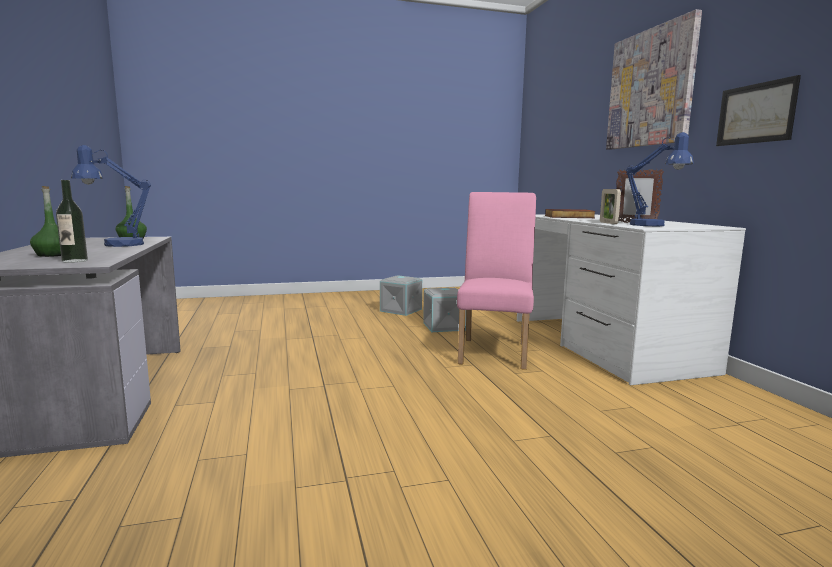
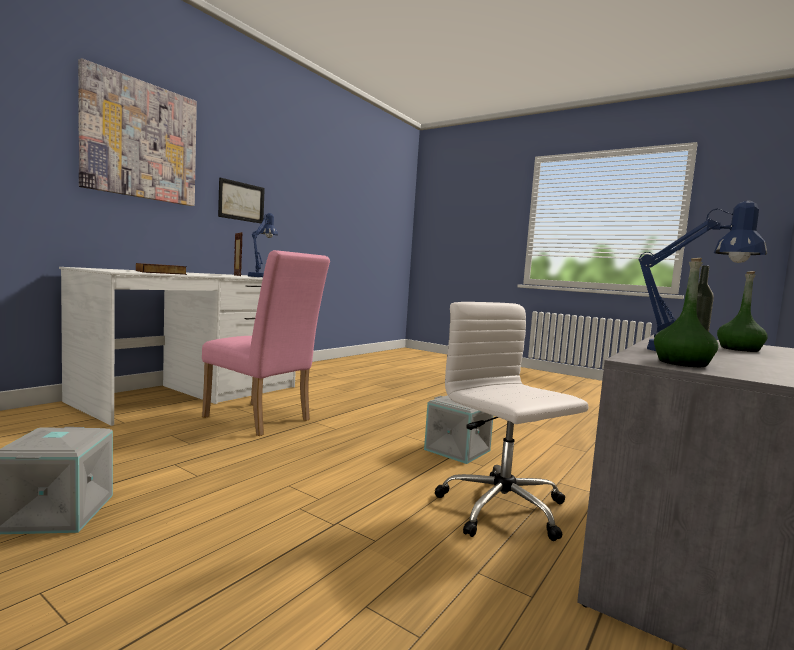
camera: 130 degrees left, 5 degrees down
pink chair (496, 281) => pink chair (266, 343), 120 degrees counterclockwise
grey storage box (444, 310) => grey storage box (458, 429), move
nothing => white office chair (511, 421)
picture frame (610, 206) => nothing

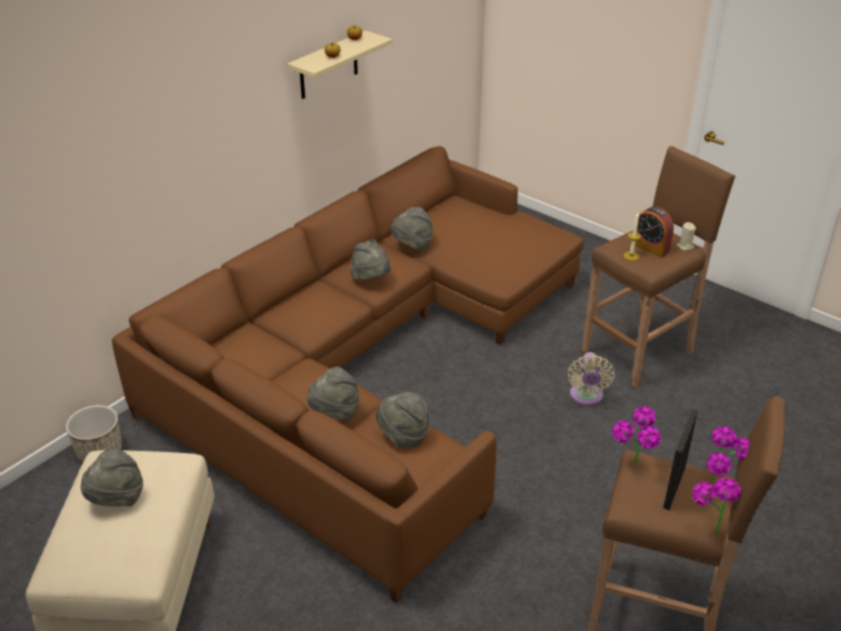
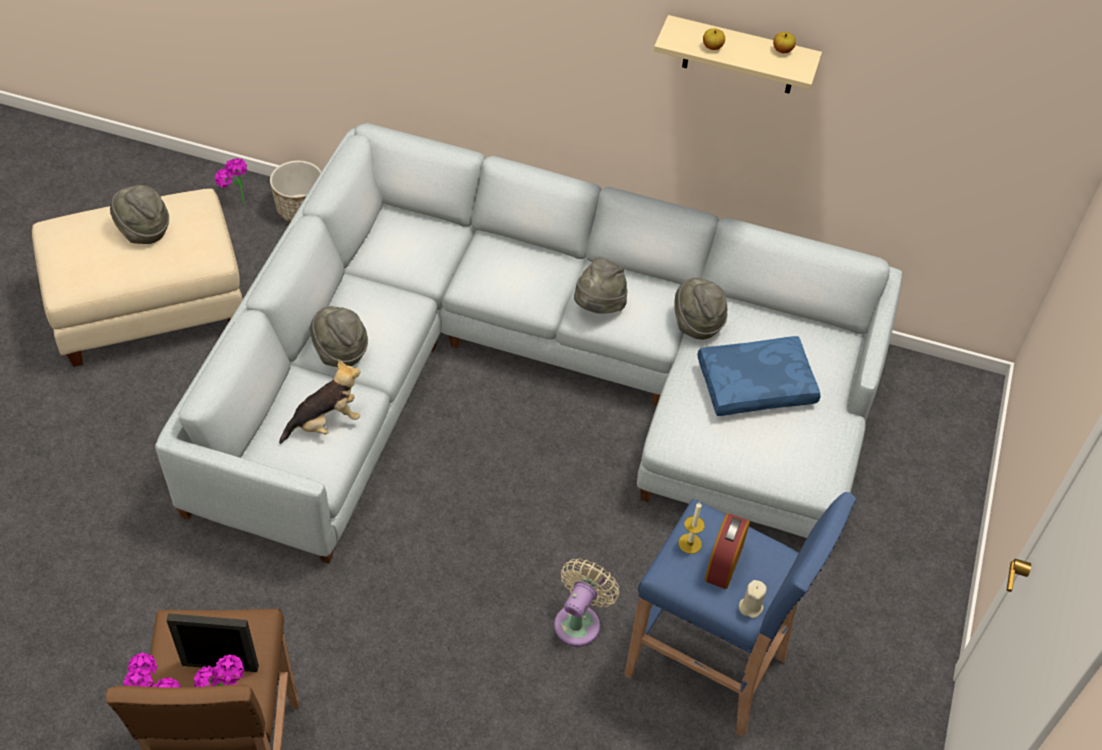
camera: 65 degrees right, 15 degrees up
brown sofa (348, 375) => grey sofa (528, 343)
potted plant (636, 434) => potted plant (230, 181), move
grey hat (403, 420) => plush toy (319, 401)
beige fan (591, 379) => beige fan (586, 603), 135 degrees clockwise
brown stool (658, 267) => blue stool (740, 615)
nothing => blue pillow (759, 376)

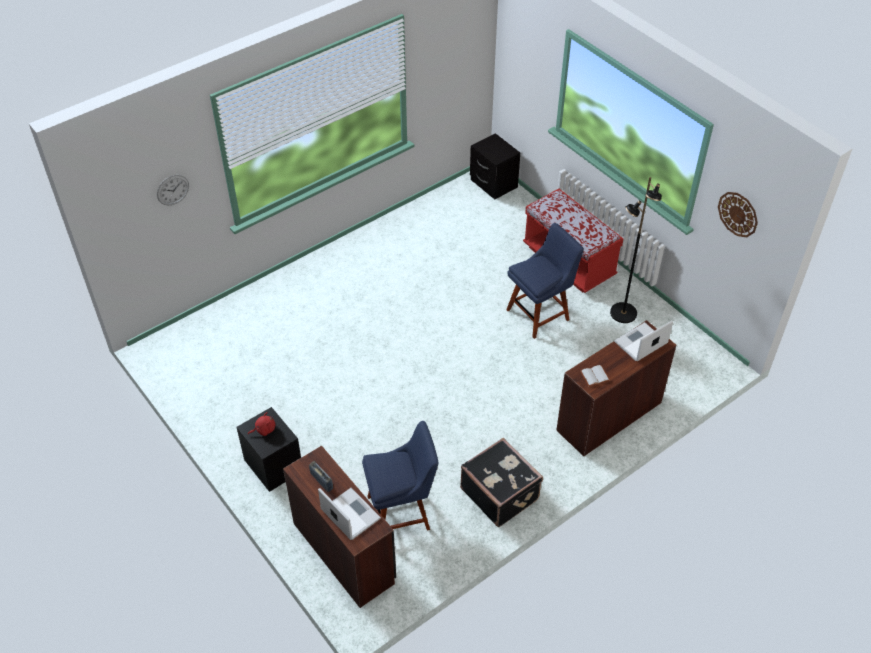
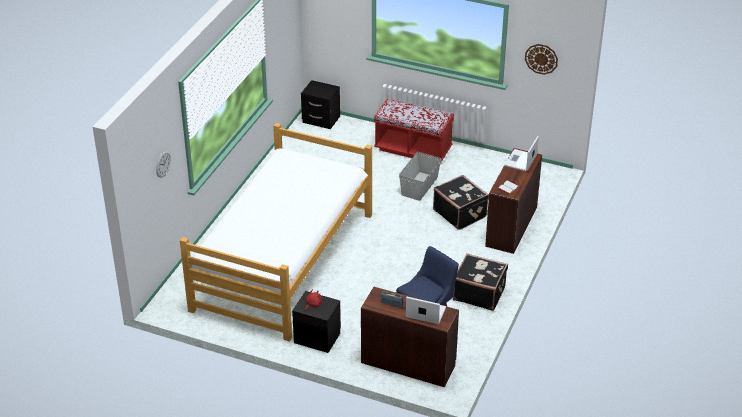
camera: 30 degrees left, 10 degrees down
nothing => bed (276, 232)
blue chair (545, 281) => grey storage box (420, 176)
nothing => black suitcase (461, 202)
black floor lamp (636, 250) => nothing

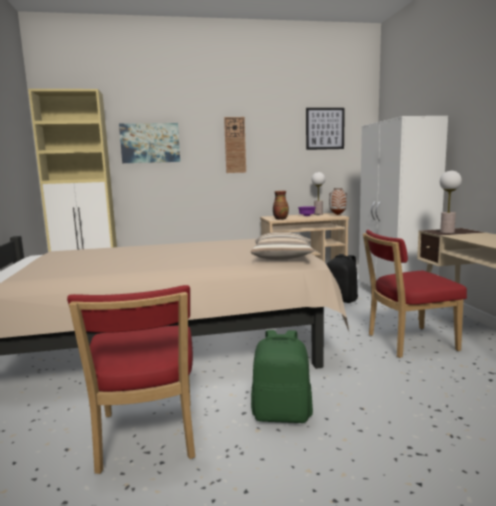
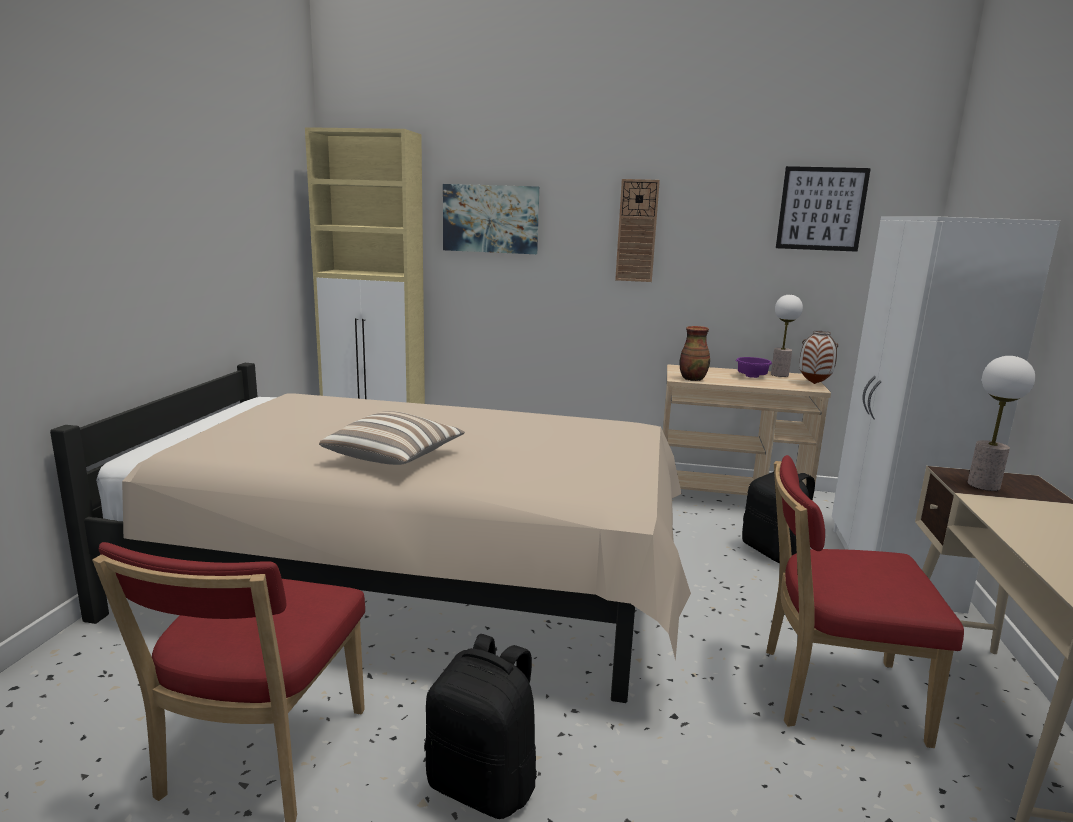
camera: 20 degrees right, 5 degrees up
pillow (282, 246) => pillow (392, 438), move
green backpack (282, 376) => black backpack (480, 726)

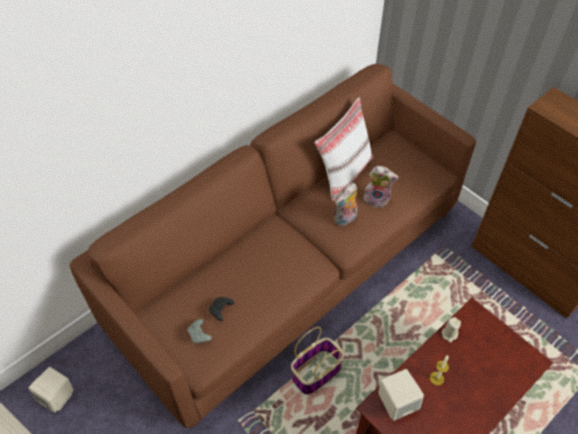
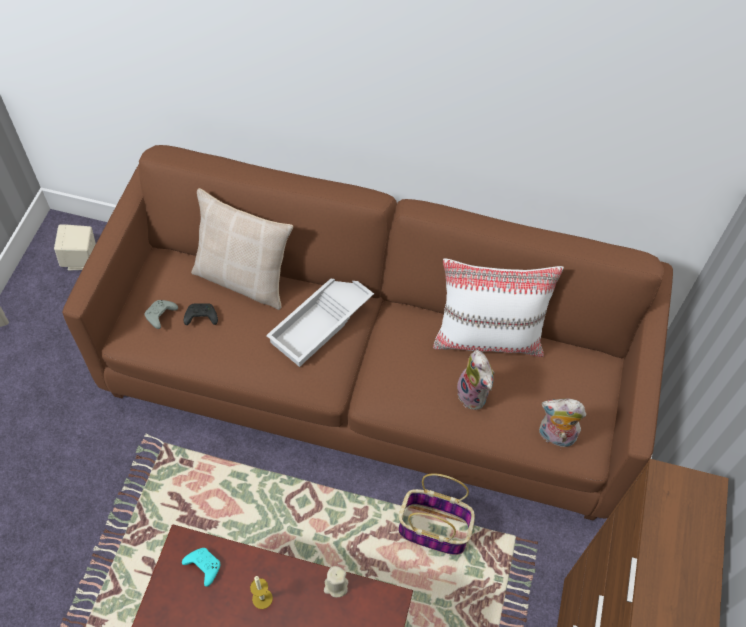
camera: 55 degrees right, 5 degrees up
beige speaker (401, 395) => turquoise game controller (201, 567)
nothing => beige pillow (242, 249)
nothing => white tray (320, 323)
basket (317, 361) => basket (436, 514), move
plush toy (346, 204) => plush toy (562, 423), move

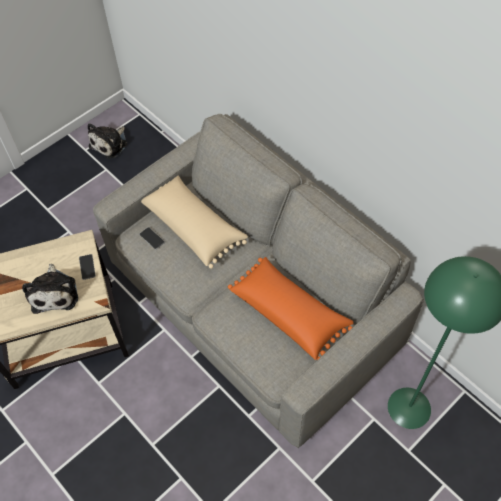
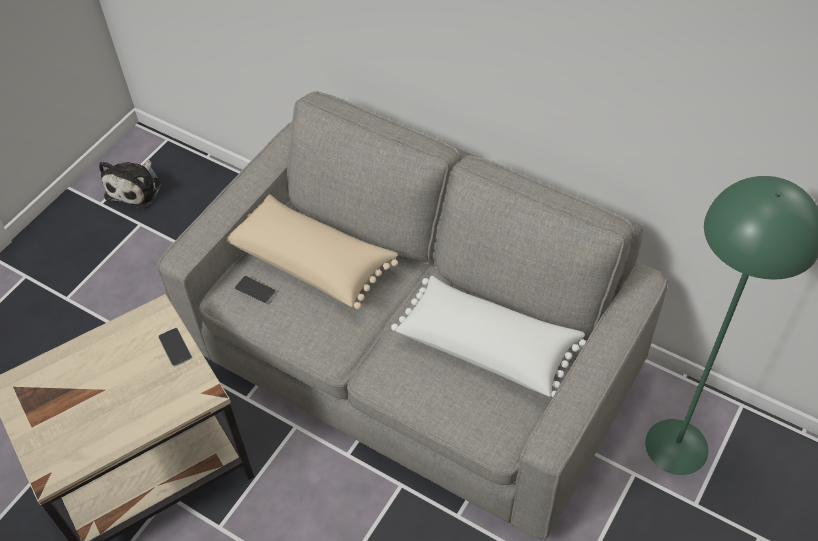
camera: 15 degrees left, 5 degrees down
orange pillow (290, 308) => white pillow (488, 336)
plush toy (50, 289) => nothing

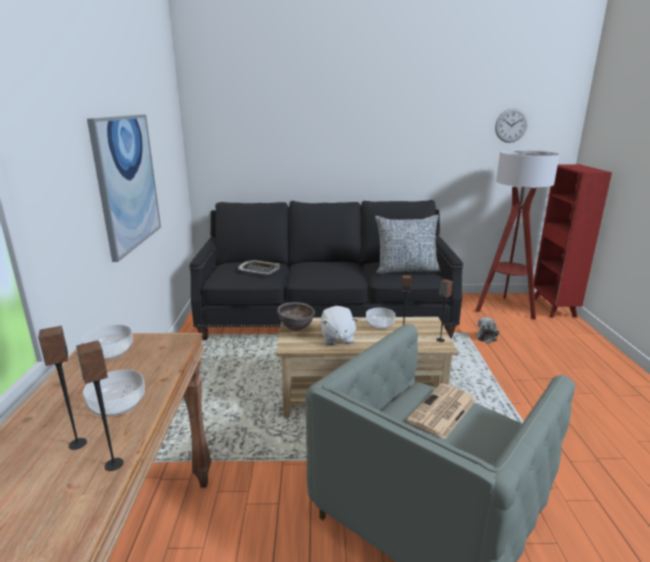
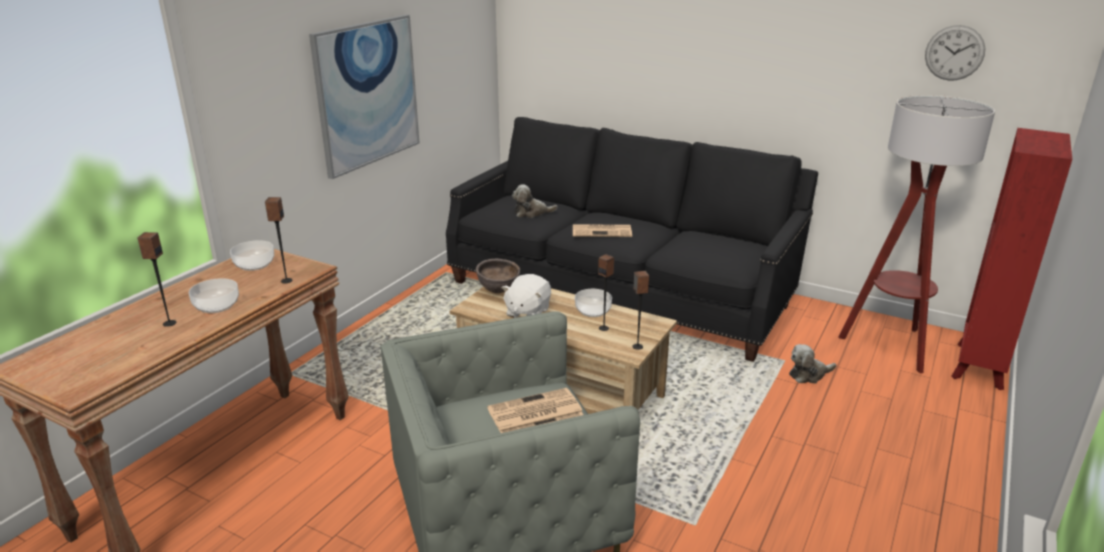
camera: 30 degrees right, 5 degrees up
speaker (99, 405) => speaker (279, 240), move
tray (259, 267) => plush toy (535, 201)
nothing => newspaper (602, 230)
pillow (407, 244) => nothing

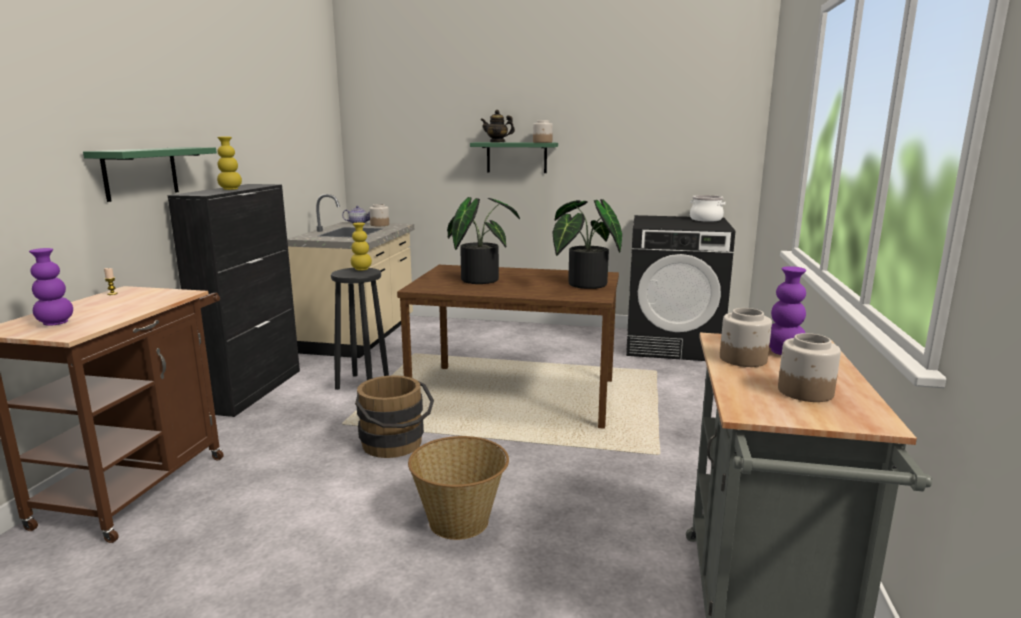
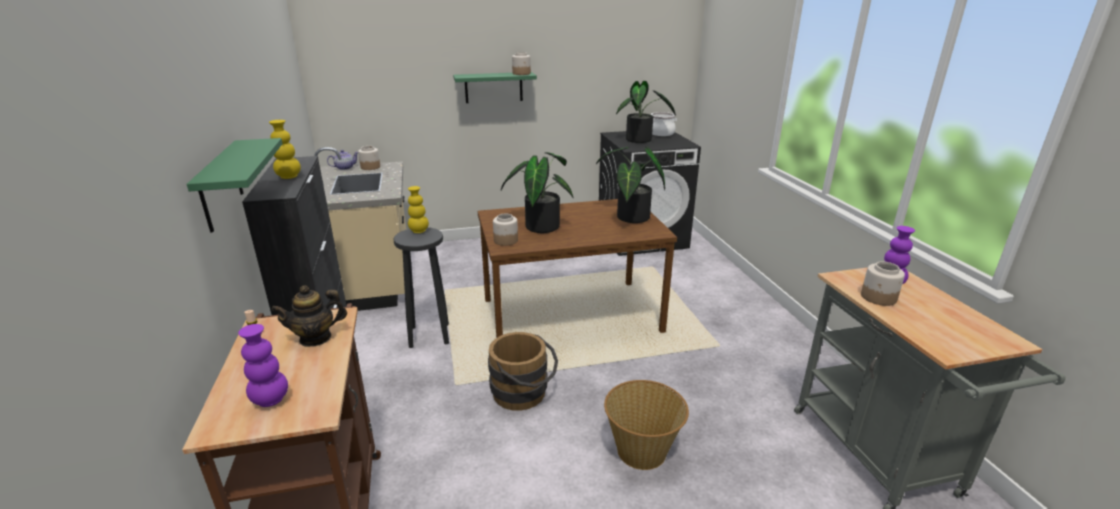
camera: 25 degrees left, 10 degrees up
teapot (498, 126) => teapot (309, 316), move
jar (809, 367) => jar (505, 229), move
nothing => potted plant (646, 112)

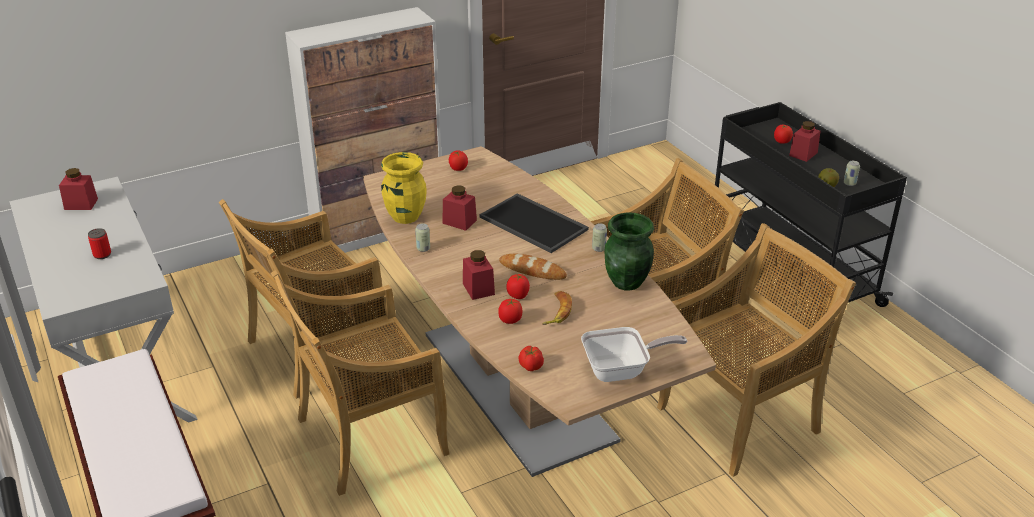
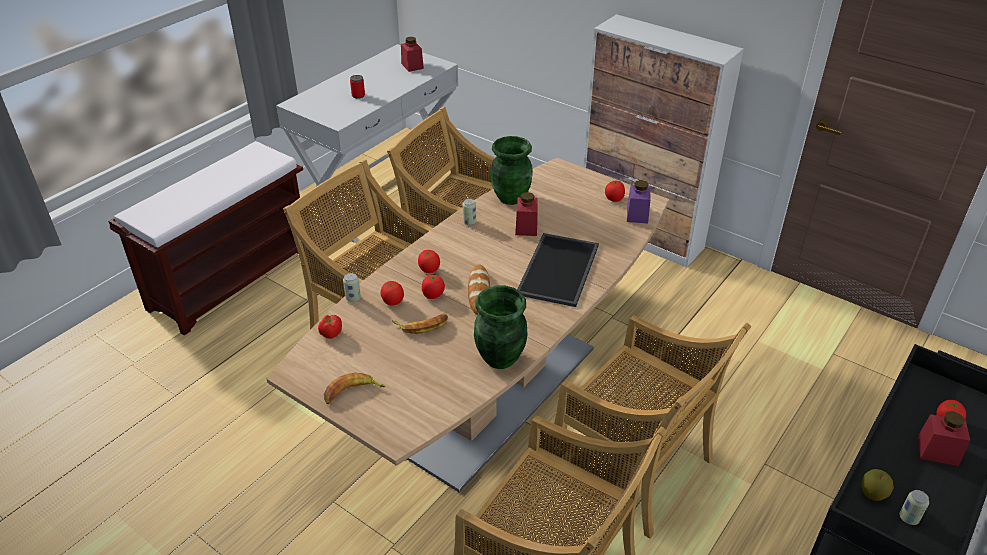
camera: 65 degrees right, 5 degrees up
frying pan (634, 354) => banana (354, 388)
can (599, 237) => can (352, 287), move
red jar (479, 275) => tomato (429, 261)
yellow vase (404, 188) => green vase (511, 170)
nothing => purple jar (638, 202)

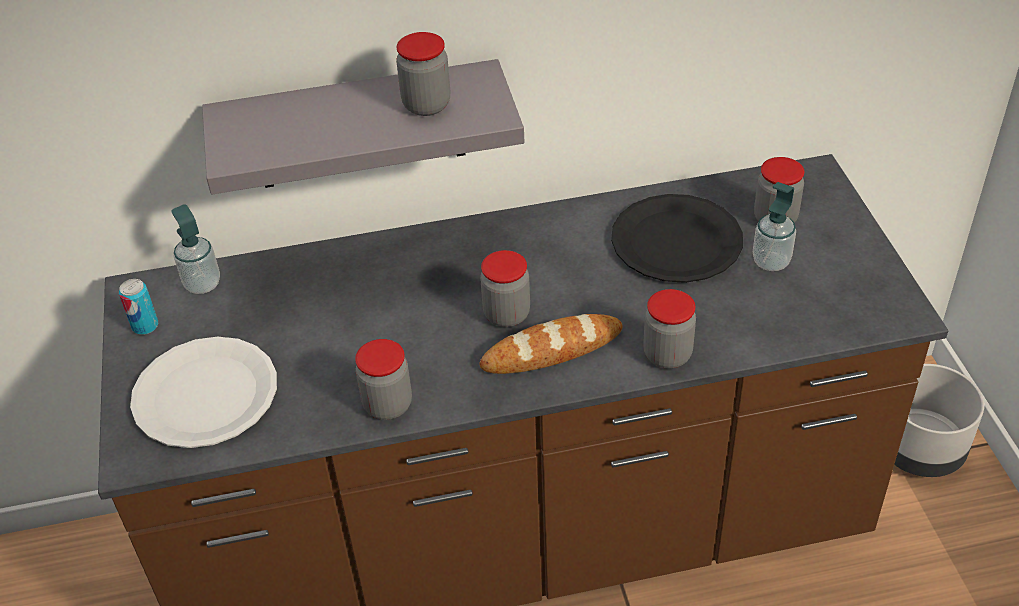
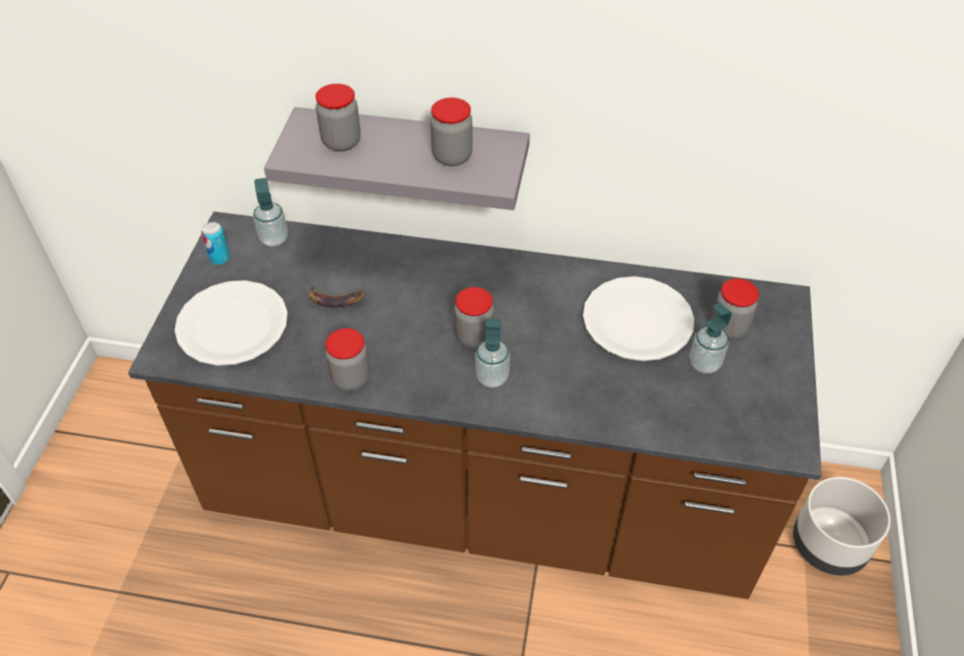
camera: 20 degrees right, 5 degrees up
nothing => banana (336, 296)
jar (669, 328) => jar (338, 118), move
bread (551, 344) => soap dispenser (492, 353)
black plate (677, 238) => white plate (638, 318)

